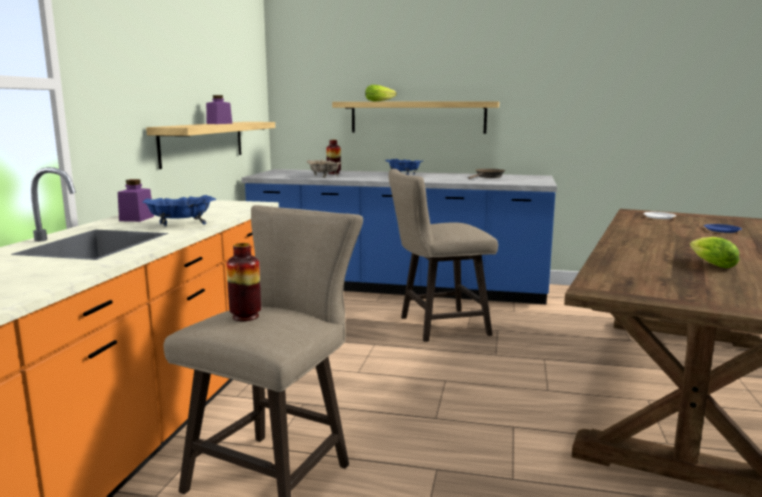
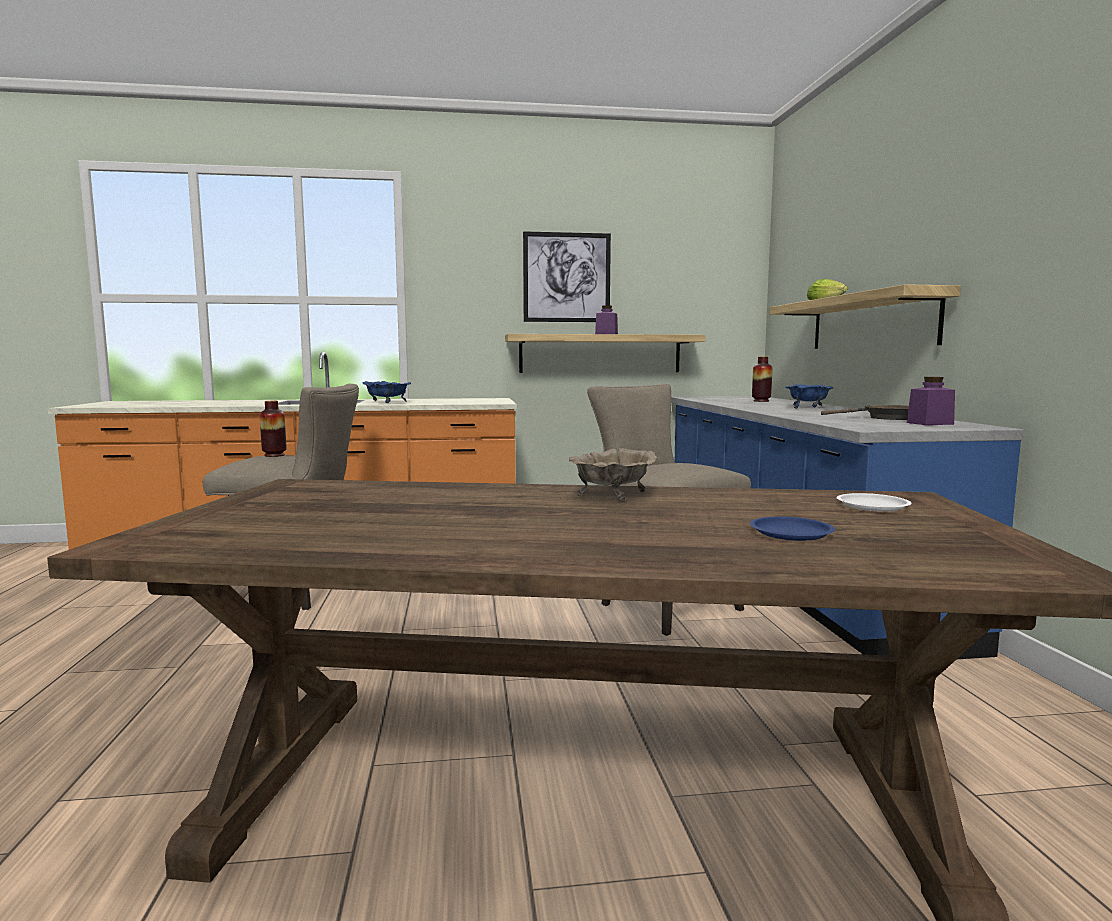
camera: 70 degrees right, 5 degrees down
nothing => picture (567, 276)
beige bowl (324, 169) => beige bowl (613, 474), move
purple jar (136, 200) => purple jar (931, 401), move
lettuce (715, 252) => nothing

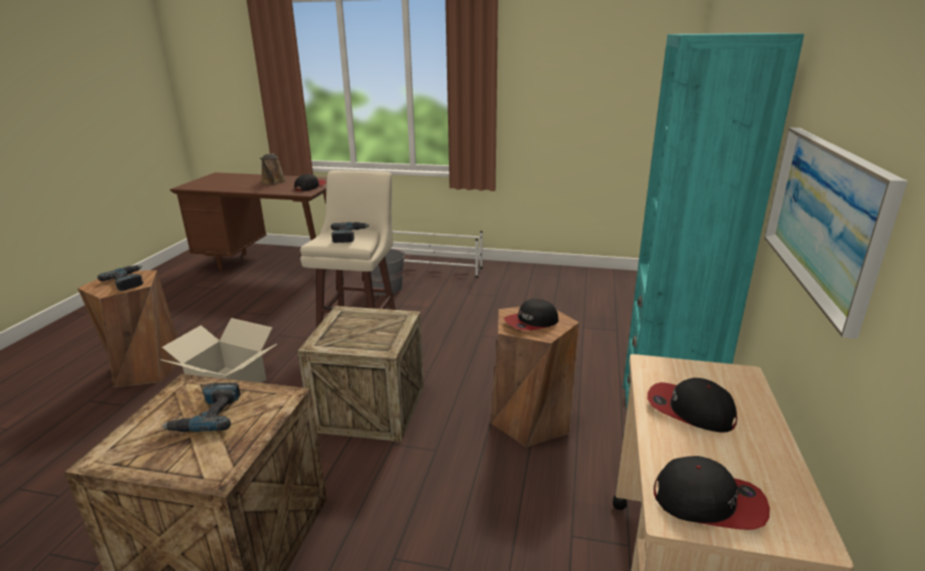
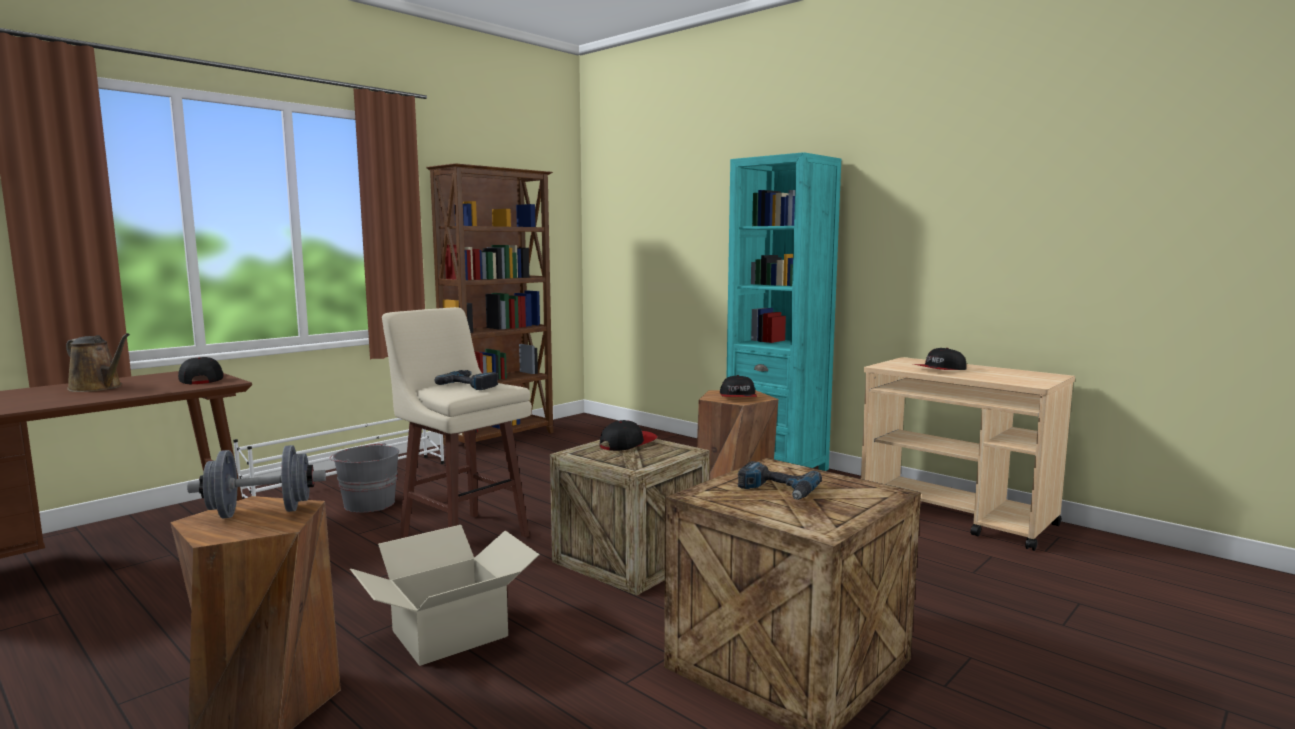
camera: 60 degrees left, 15 degrees down
power drill (120, 278) => grey dumbbell (256, 481)
nothing => brown bookcase (489, 304)
cap (712, 493) => cap (628, 435), move
picture (836, 233) => nothing

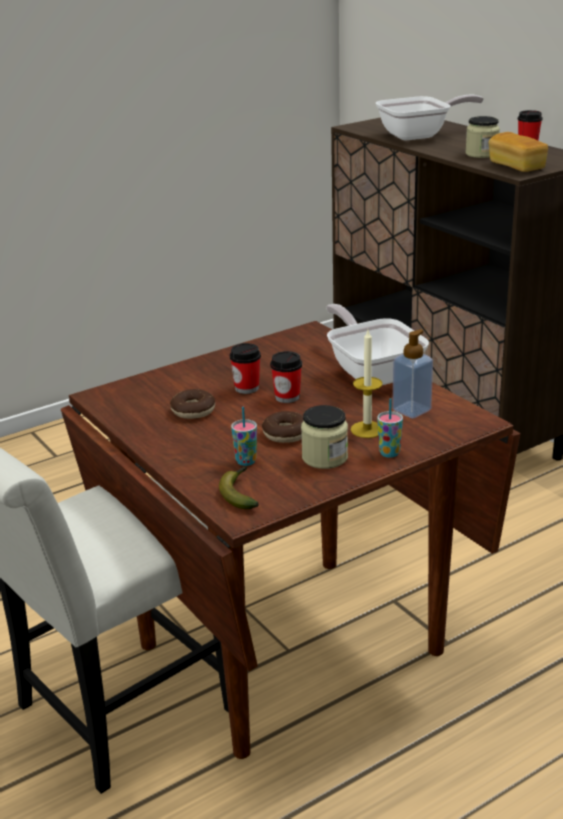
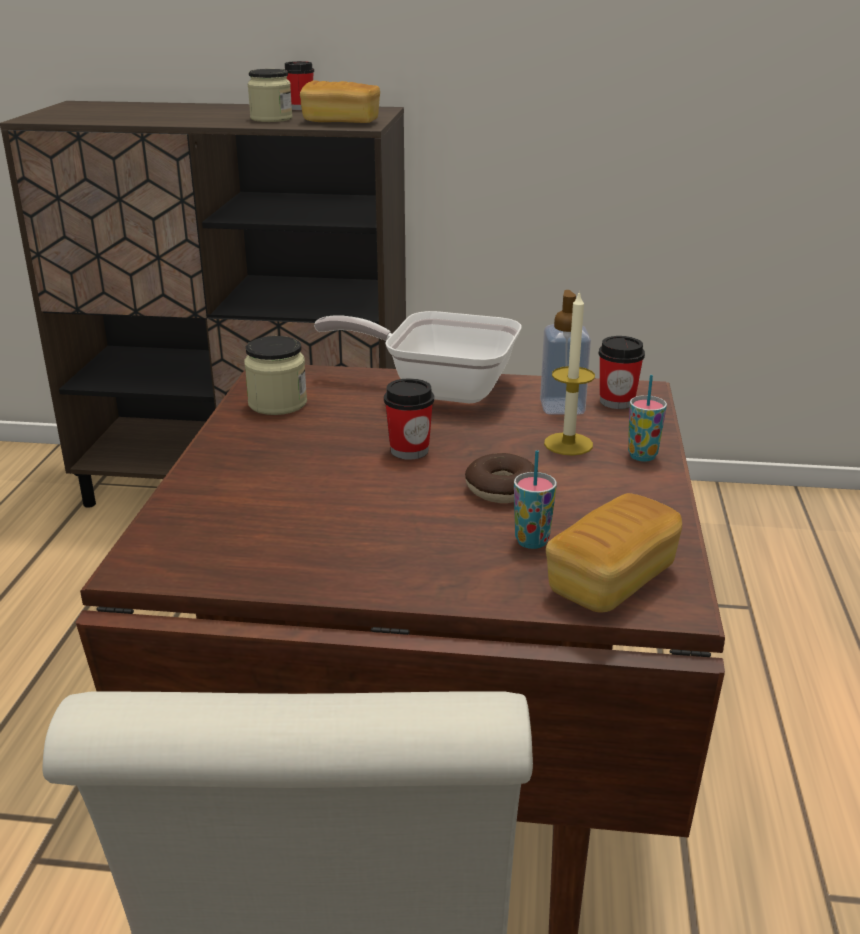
camera: 50 degrees left, 0 degrees up
jar (324, 437) => jar (275, 375), move
banana (239, 488) => bread (614, 553)
cup (245, 368) => cup (622, 372), move
donut (192, 404) => nothing
frying pan (430, 117) => nothing

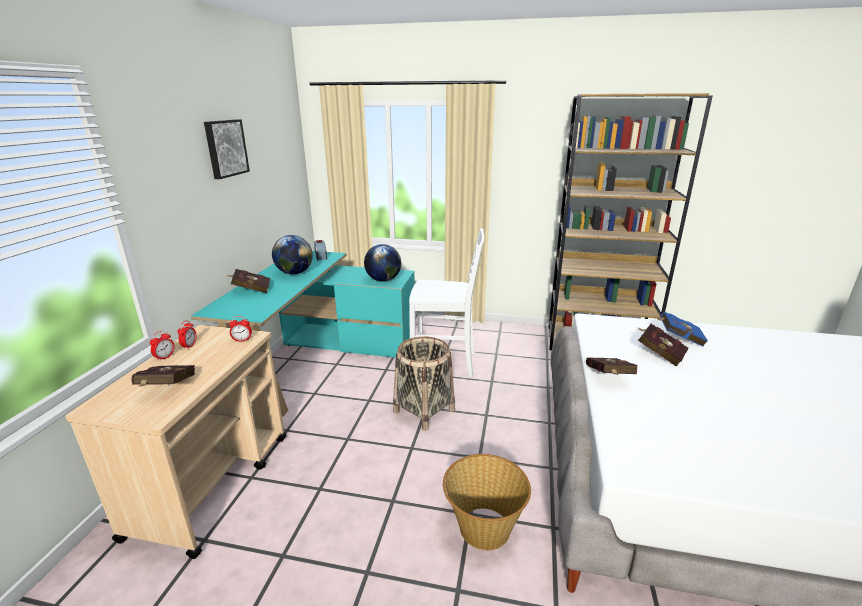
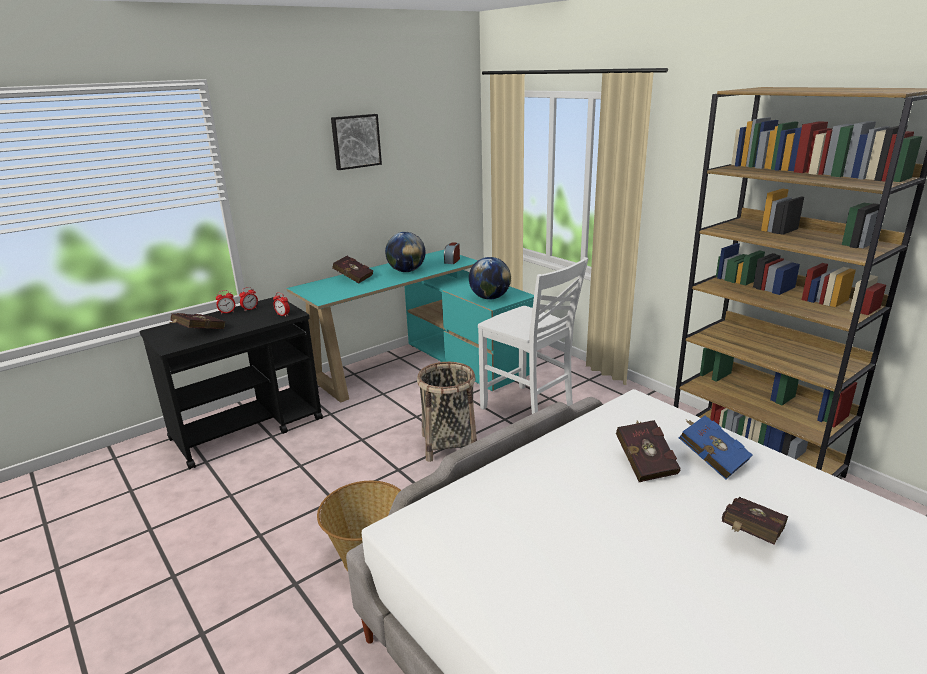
camera: 40 degrees right, 0 degrees up
beige cart (175, 442) => black cart (231, 383)
red book (611, 366) => red book (755, 521), move

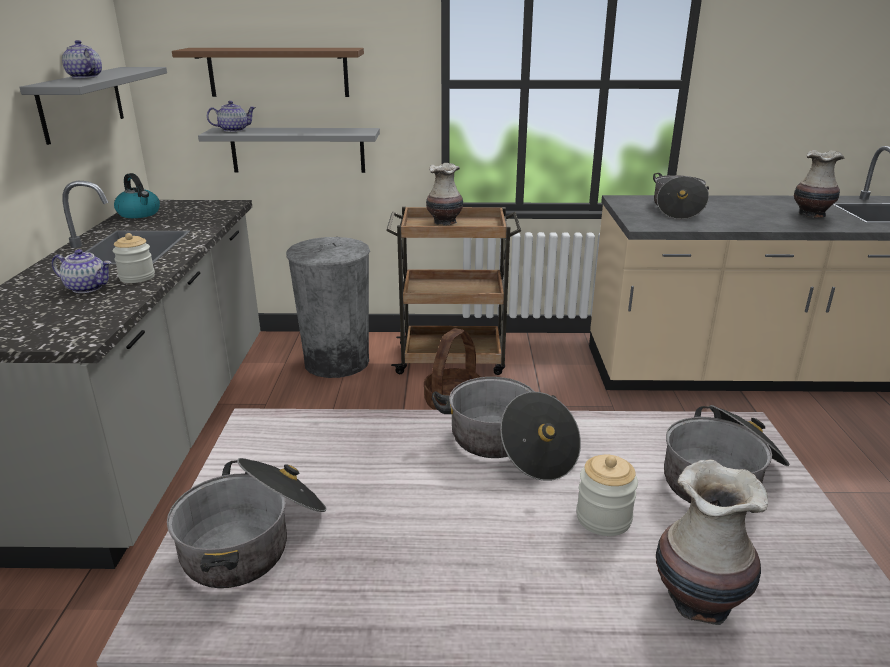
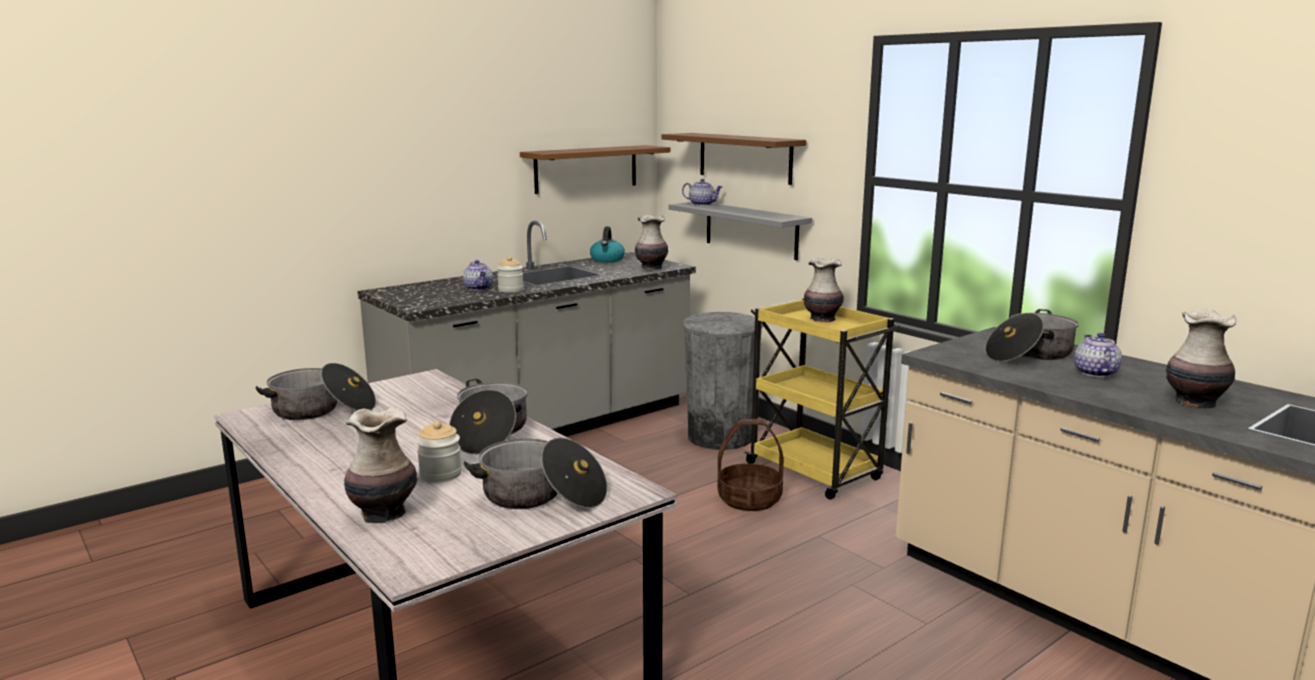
camera: 50 degrees right, 10 degrees down
grey shelf (93, 106) => brown shelf (595, 169)
nothing => vase (651, 242)
brown cart (453, 291) => yellow cart (822, 399)
teapot (82, 59) => teapot (1098, 355), move

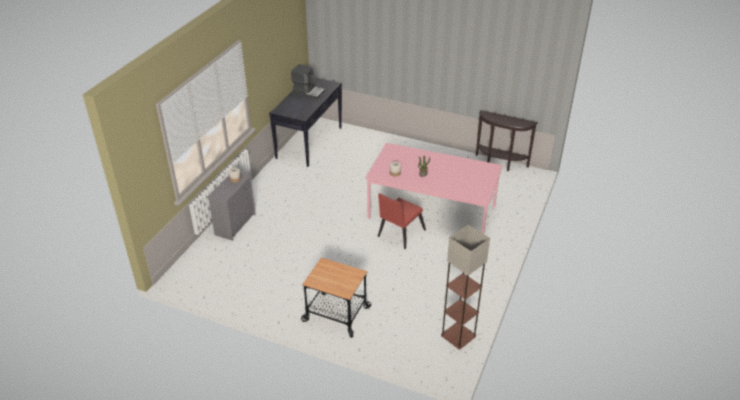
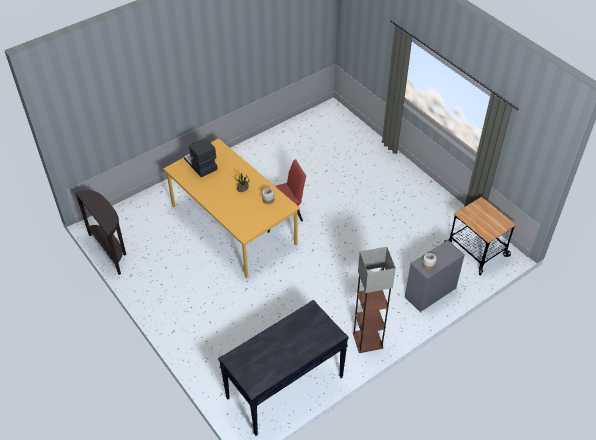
camera: 150 degrees left, 10 degrees up
pink dining table (434, 188) => orange dining table (232, 208)
coffee machine (308, 81) => coffee machine (201, 157), move
floor lamp (465, 287) => floor lamp (374, 300), move
cart (336, 298) => cart (480, 236), move

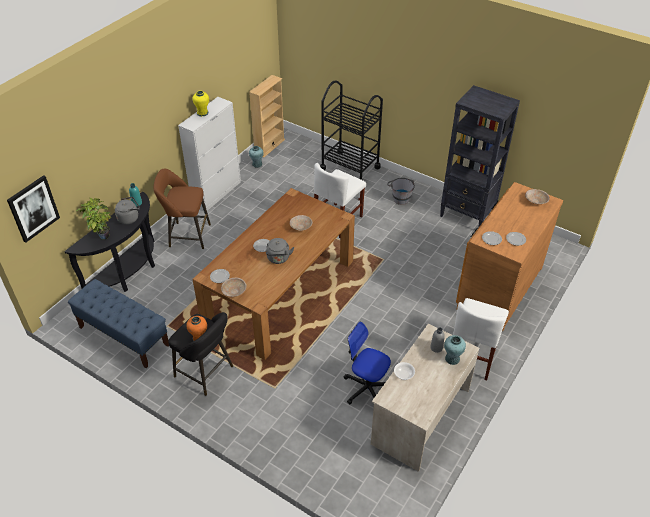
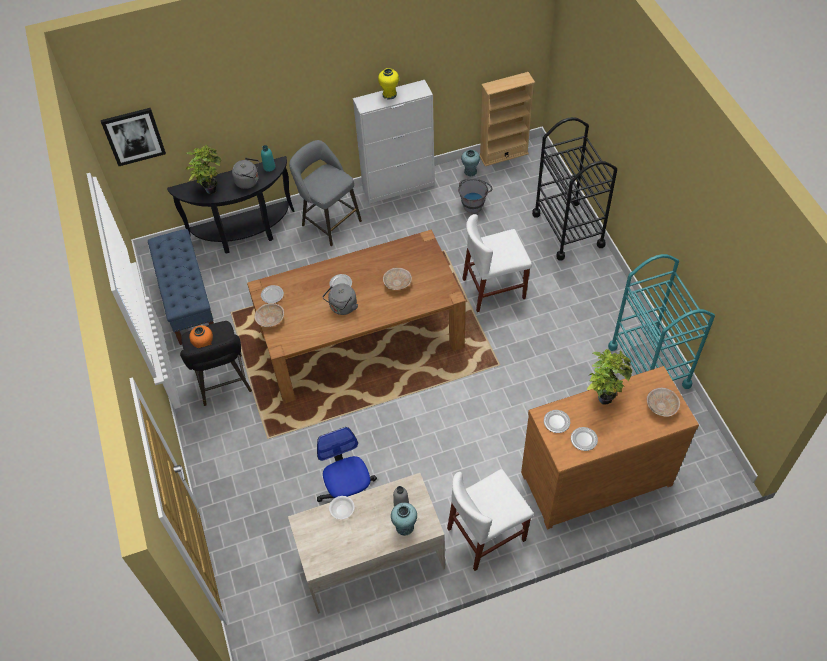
camera: 40 degrees right, 10 degrees up
brown stool (182, 209) => grey stool (325, 193)
grey bucket (401, 191) => grey bucket (475, 196), move
nothing => potted plant (609, 377)
black bookcase (480, 156) => turquoise cart (661, 321)

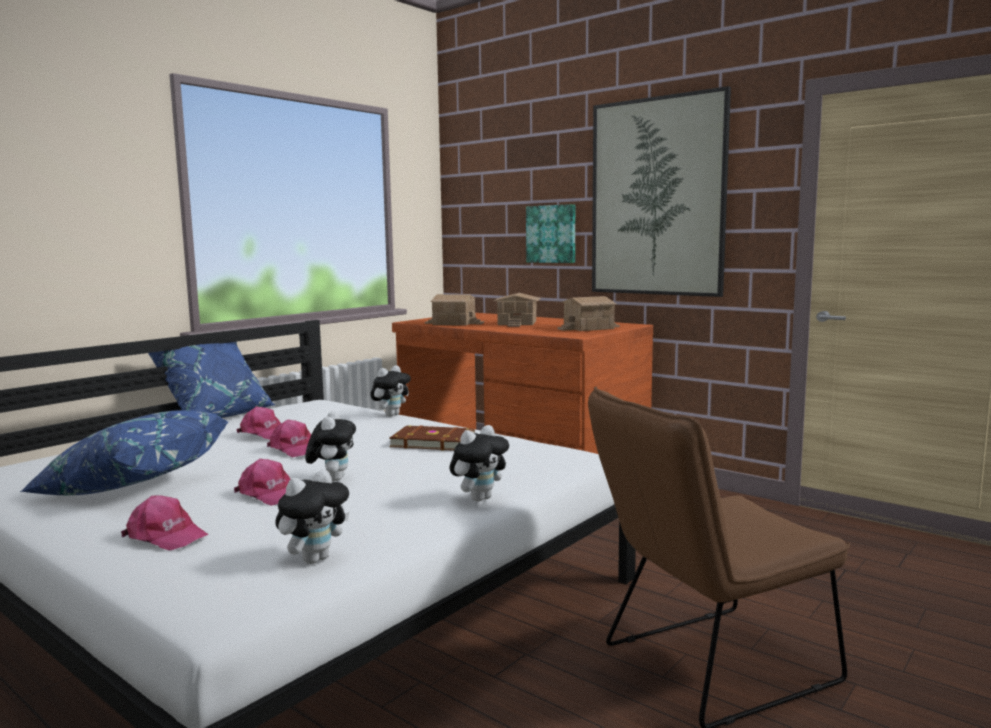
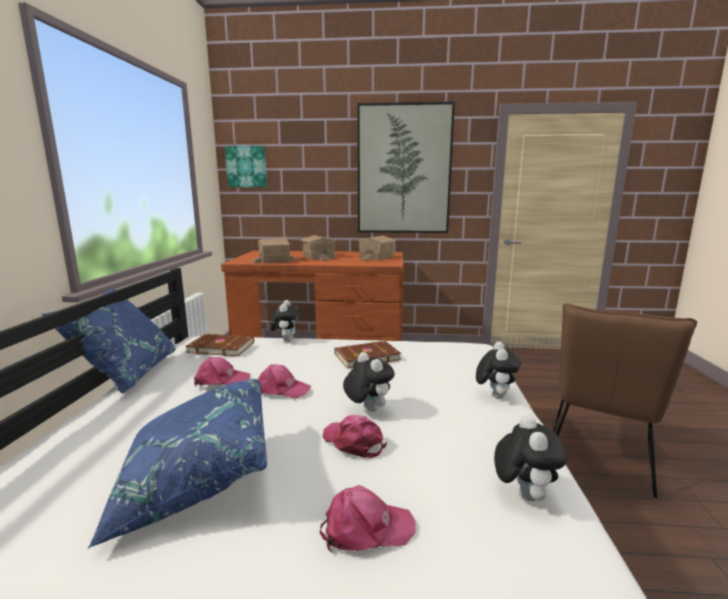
camera: 35 degrees left, 5 degrees up
nothing => brown book (219, 345)
picture (550, 233) => picture (246, 166), move
pink cap (262, 482) => pink cap (355, 436), 135 degrees counterclockwise

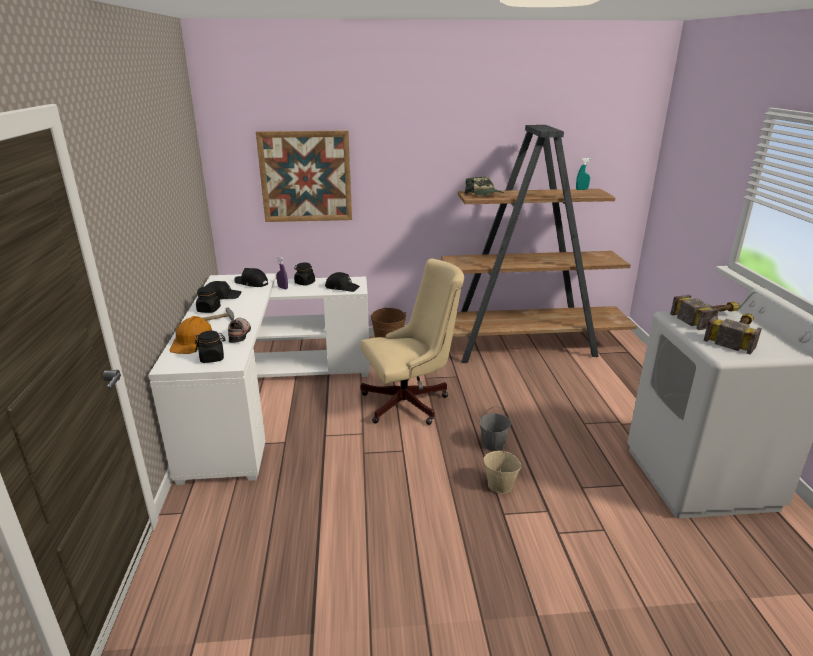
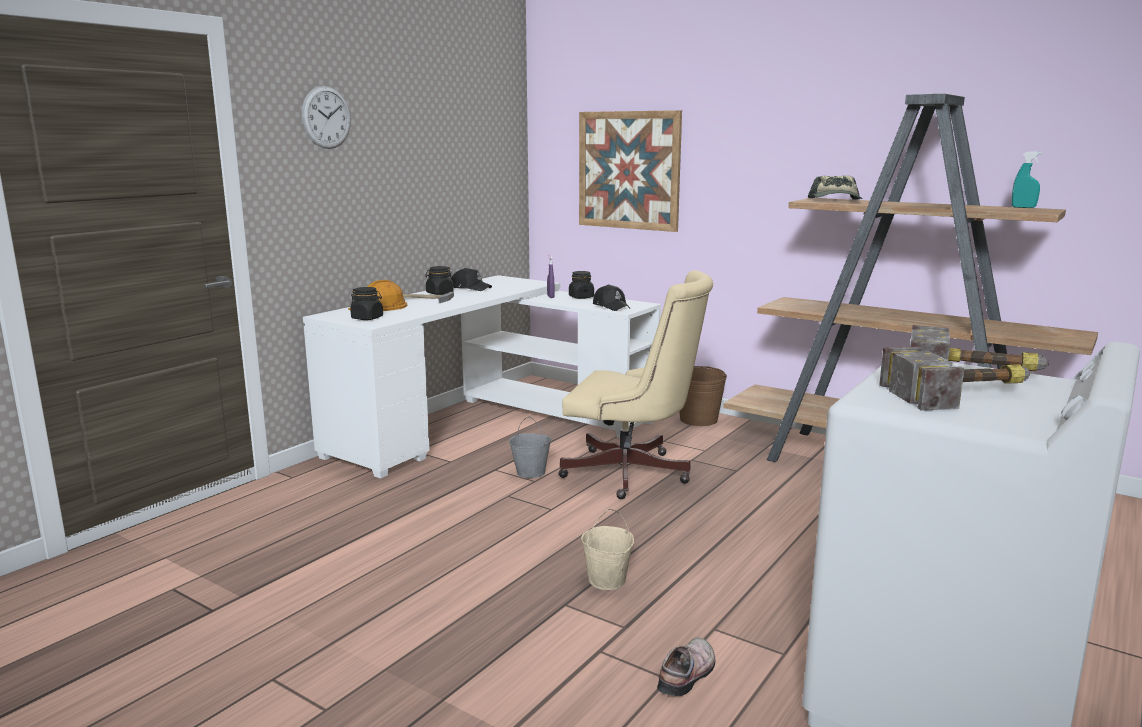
camera: 40 degrees right, 10 degrees down
nothing => wall clock (326, 117)
grey bucket (495, 428) => grey bucket (530, 447), move
shoe (239, 330) => shoe (686, 666), move
black cap (251, 277) => nothing

